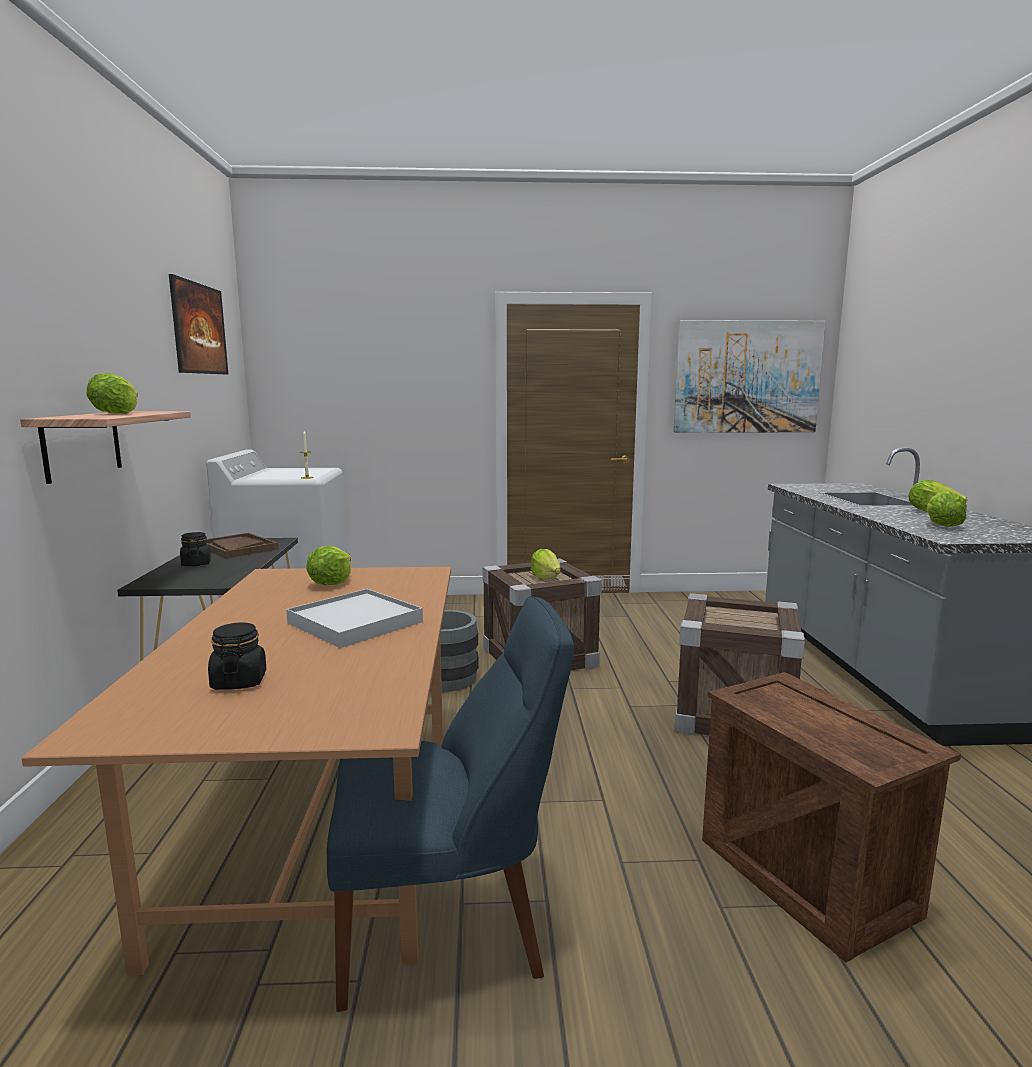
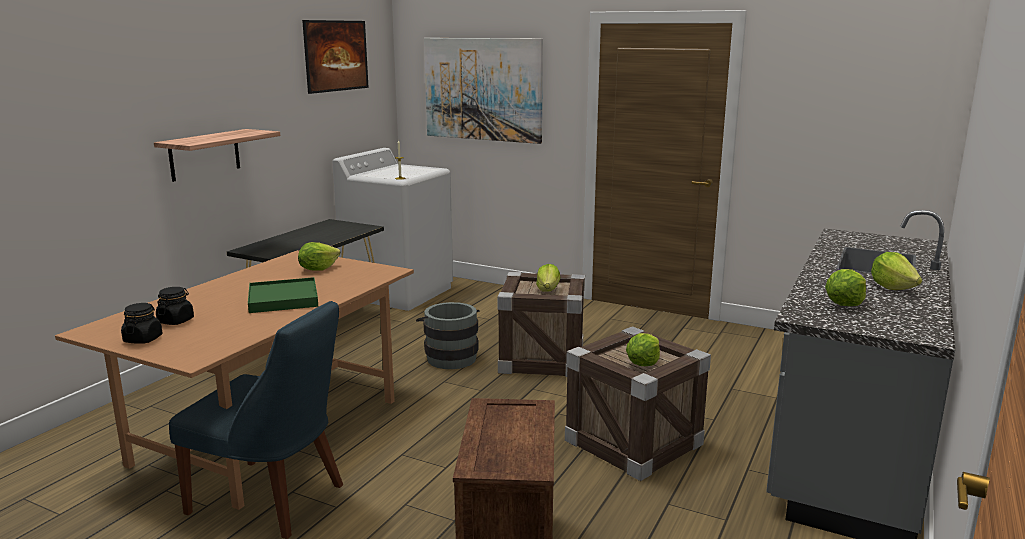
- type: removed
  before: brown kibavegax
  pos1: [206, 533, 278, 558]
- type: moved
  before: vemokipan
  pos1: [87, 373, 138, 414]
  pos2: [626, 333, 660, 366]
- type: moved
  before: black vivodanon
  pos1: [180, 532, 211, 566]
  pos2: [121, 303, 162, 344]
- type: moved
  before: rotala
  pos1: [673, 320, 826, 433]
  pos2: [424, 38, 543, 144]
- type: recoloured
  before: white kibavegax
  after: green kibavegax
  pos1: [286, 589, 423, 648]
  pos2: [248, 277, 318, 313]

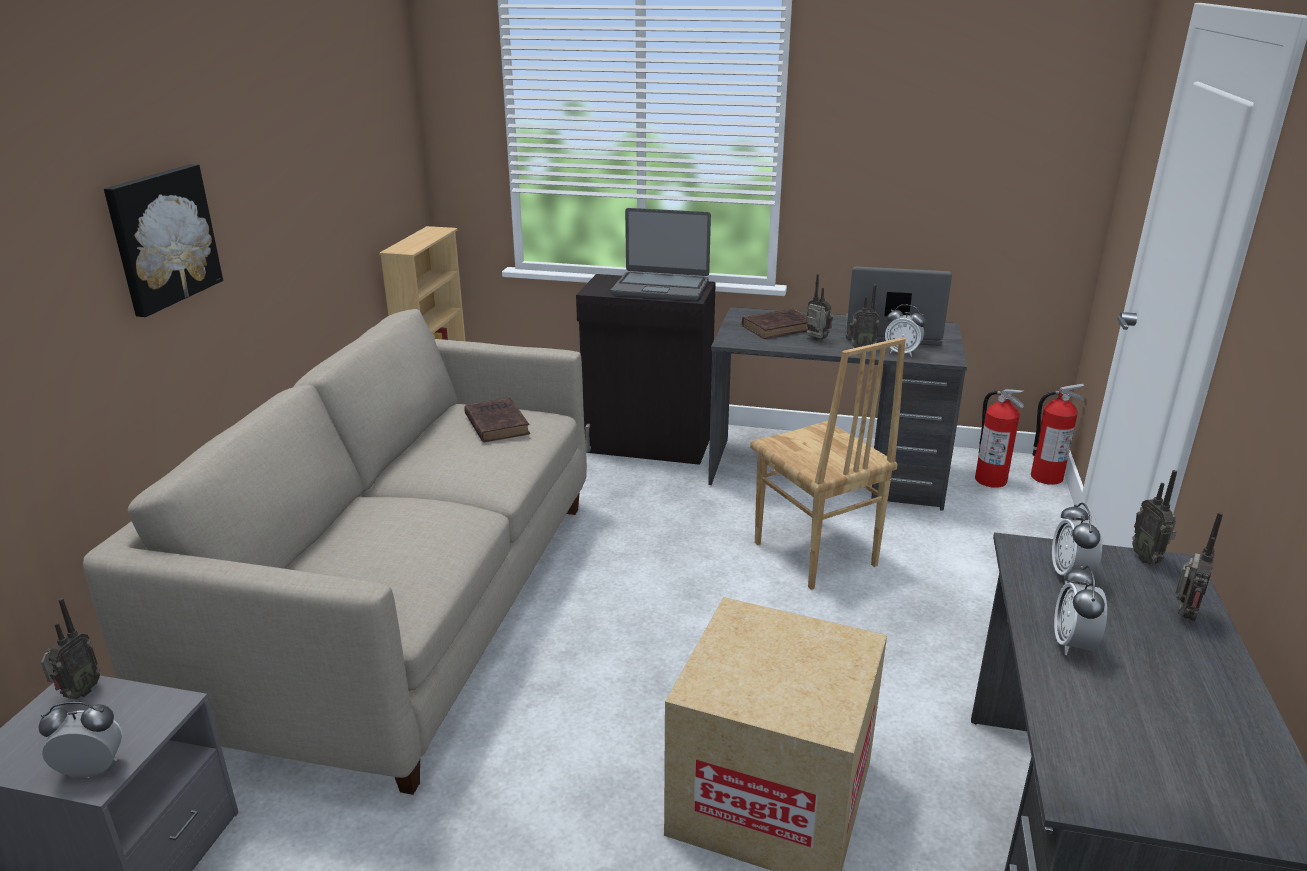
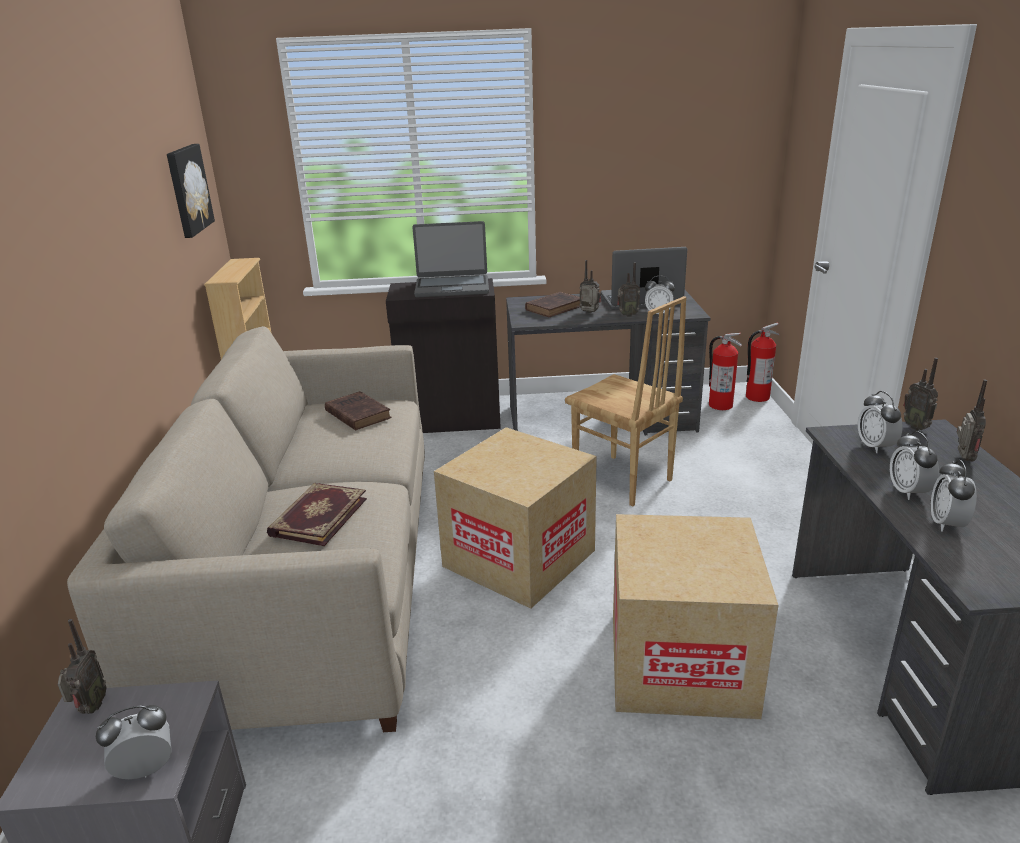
- type: added
  after: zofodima
  pos2: [267, 483, 367, 546]
- type: added
  after: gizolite
  pos2: [434, 427, 597, 609]
- type: added
  after: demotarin
  pos2: [931, 460, 977, 532]
- type: moved
  before: rotala
  pos1: [104, 164, 223, 317]
  pos2: [167, 144, 215, 238]

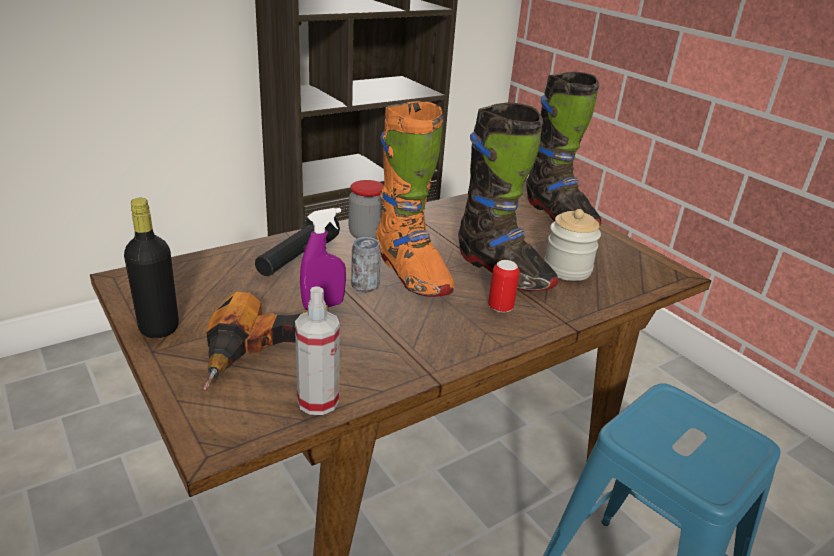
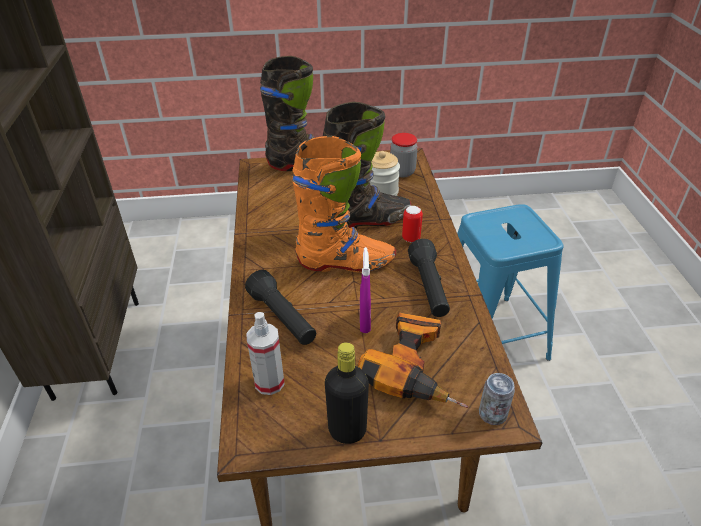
- type: added
  after: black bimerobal
  pos2: [408, 239, 450, 317]
- type: moved
  before: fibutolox
  pos1: [295, 286, 340, 415]
  pos2: [246, 312, 285, 395]
- type: moved
  before: vivodanon
  pos1: [349, 180, 384, 239]
  pos2: [390, 133, 418, 177]
- type: moved
  before: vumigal
  pos1: [351, 237, 381, 293]
  pos2: [479, 373, 515, 425]

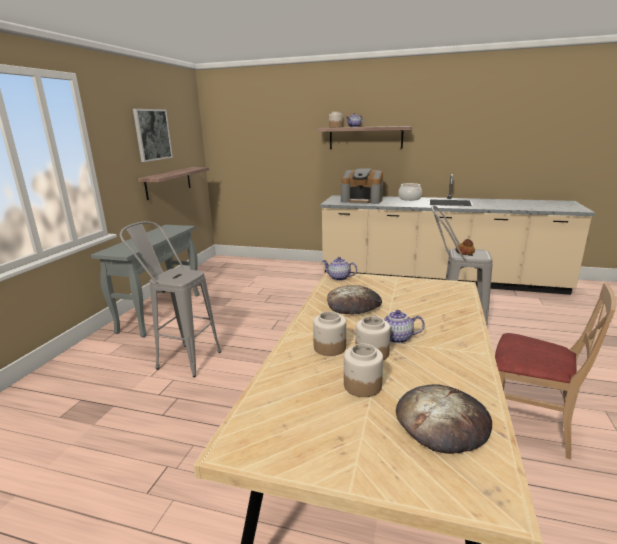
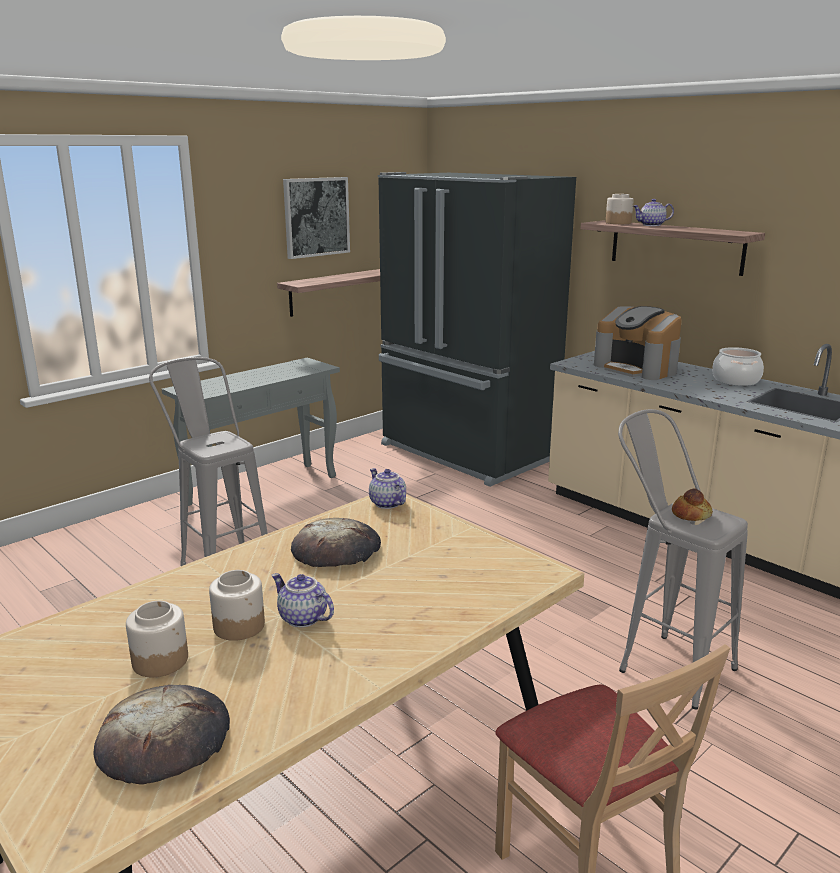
- type: removed
  before: vivodanon
  pos1: [313, 311, 346, 356]
- type: added
  after: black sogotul
  pos2: [378, 172, 576, 487]

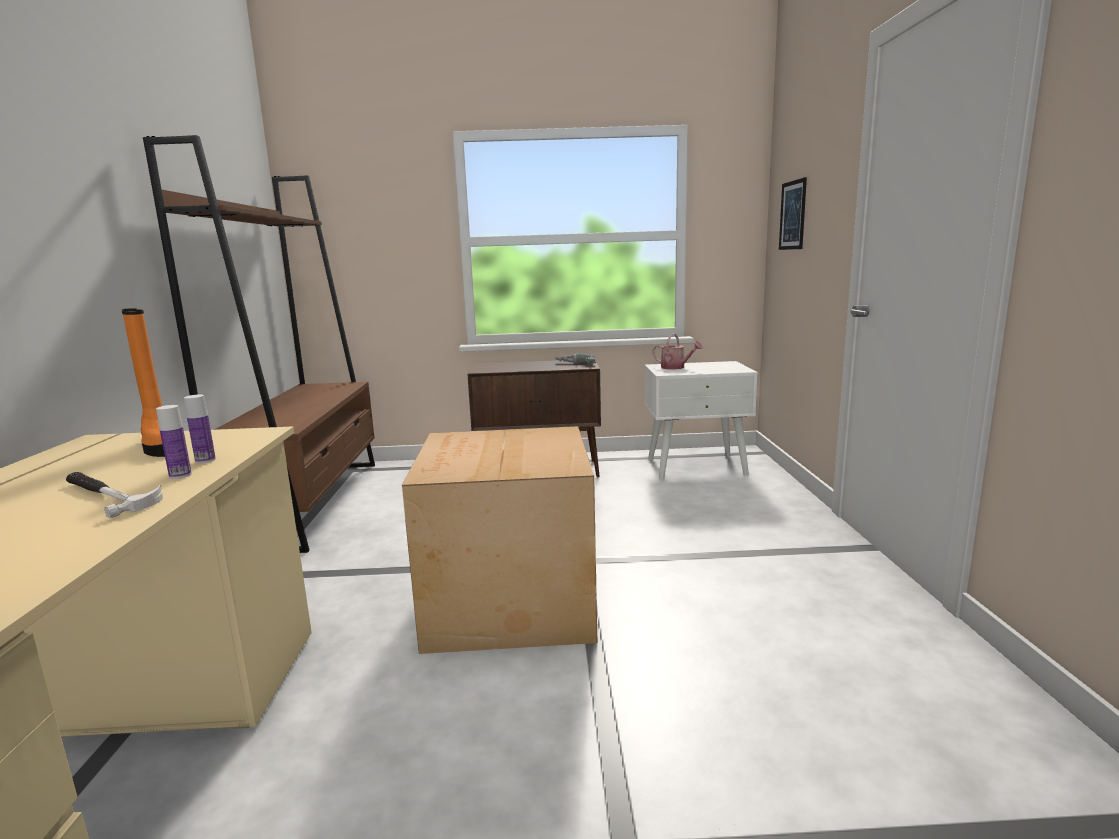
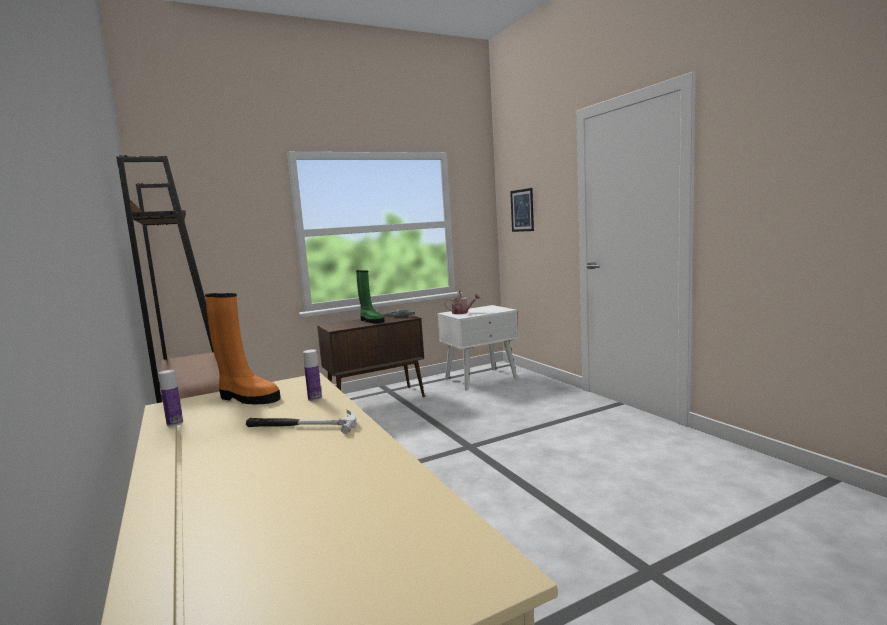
- type: removed
  before: gizolite
  pos1: [402, 426, 597, 654]
- type: added
  after: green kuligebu
  pos2: [356, 270, 384, 323]
- type: moved
  before: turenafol
  pos1: [156, 405, 192, 479]
  pos2: [159, 370, 183, 426]

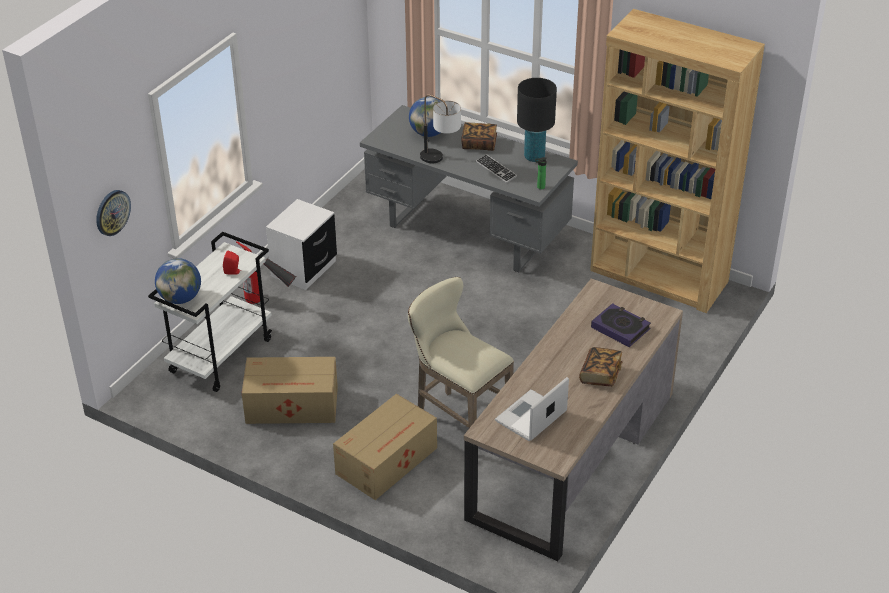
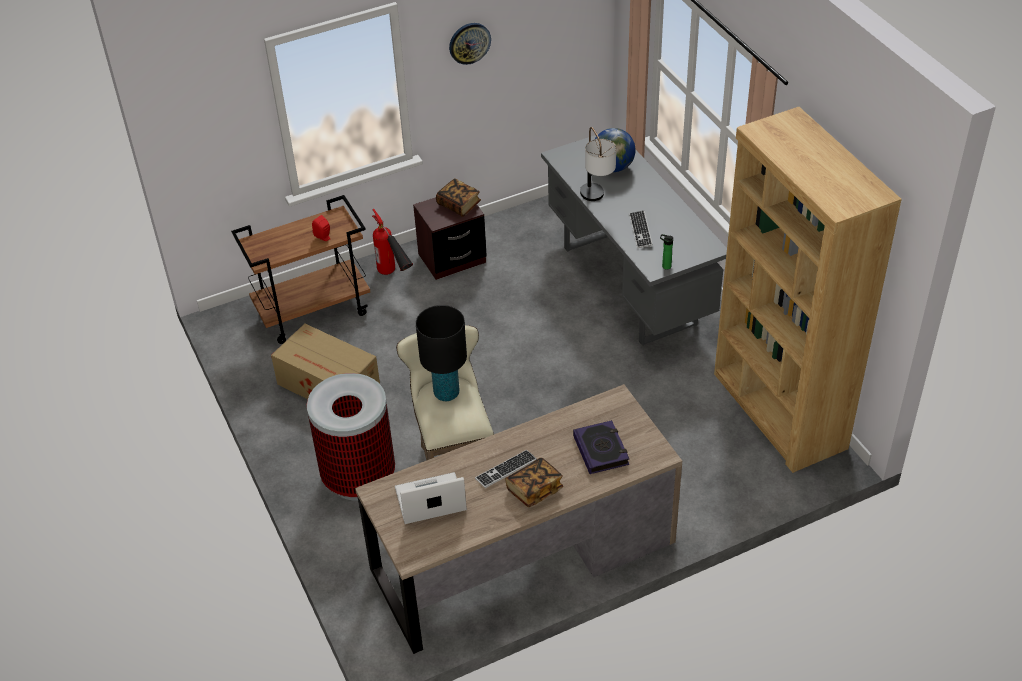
- type: removed
  before: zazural
  pos1: [155, 258, 201, 304]
- type: added
  after: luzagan
  pos2: [475, 450, 537, 488]
- type: moved
  before: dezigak
  pos1: [96, 190, 131, 236]
  pos2: [449, 23, 491, 65]
- type: moved
  before: zofodima
  pos1: [462, 122, 497, 151]
  pos2: [436, 178, 481, 217]
- type: moved
  before: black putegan
  pos1: [517, 78, 557, 162]
  pos2: [416, 305, 467, 401]
- type: replaced
  before: gizolite
  after: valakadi
  pos1: [333, 394, 437, 500]
  pos2: [307, 373, 395, 500]
- type: recoloured
  before: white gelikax
  after: brown gelikax
  pos1: [148, 232, 272, 392]
  pos2: [231, 195, 370, 344]
- type: recoloured
  before: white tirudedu
  after: brown tirudedu
  pos1: [266, 199, 337, 290]
  pos2: [413, 197, 487, 280]

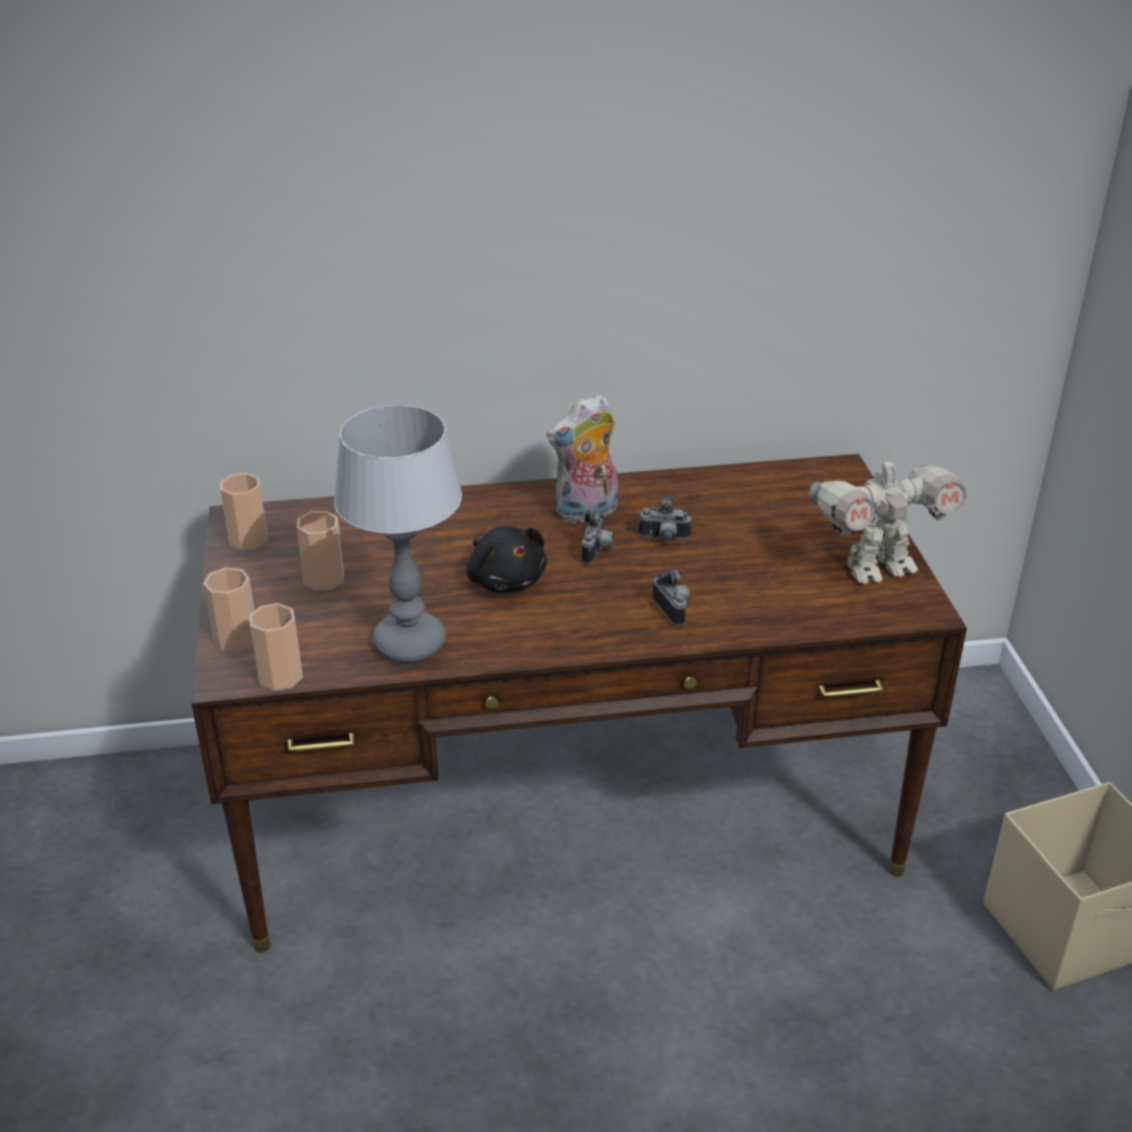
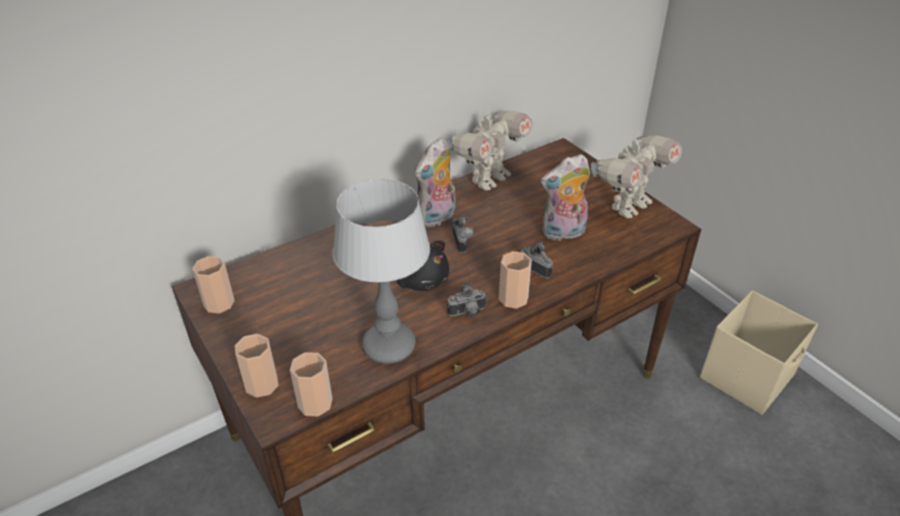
- type: added
  after: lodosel
  pos2: [446, 108, 533, 191]
- type: added
  after: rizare
  pos2: [541, 154, 590, 241]
- type: moved
  before: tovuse
  pos1: [297, 511, 344, 591]
  pos2: [499, 251, 532, 309]
- type: moved
  before: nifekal
  pos1: [639, 495, 692, 542]
  pos2: [447, 281, 487, 317]

